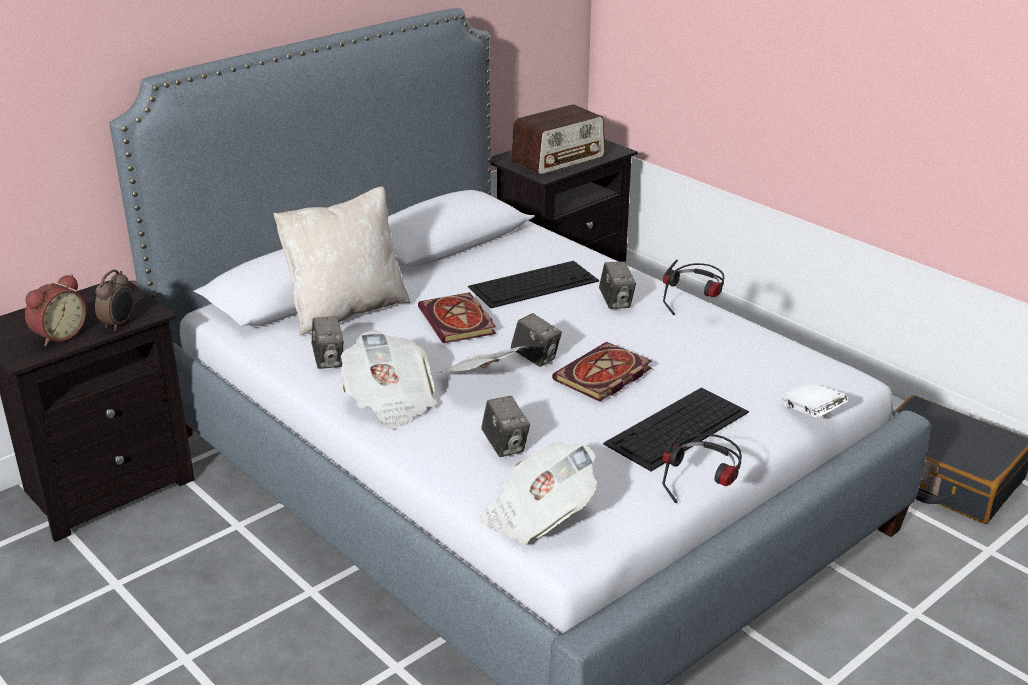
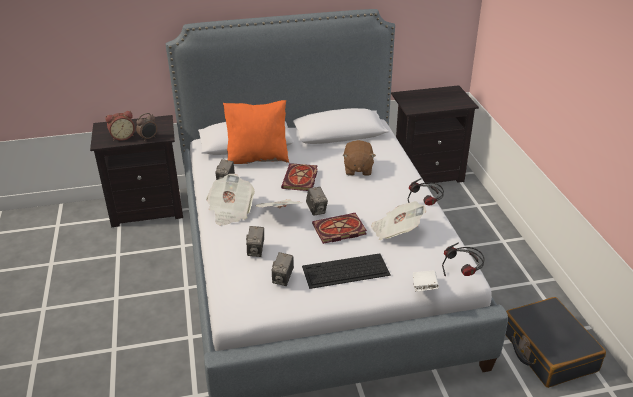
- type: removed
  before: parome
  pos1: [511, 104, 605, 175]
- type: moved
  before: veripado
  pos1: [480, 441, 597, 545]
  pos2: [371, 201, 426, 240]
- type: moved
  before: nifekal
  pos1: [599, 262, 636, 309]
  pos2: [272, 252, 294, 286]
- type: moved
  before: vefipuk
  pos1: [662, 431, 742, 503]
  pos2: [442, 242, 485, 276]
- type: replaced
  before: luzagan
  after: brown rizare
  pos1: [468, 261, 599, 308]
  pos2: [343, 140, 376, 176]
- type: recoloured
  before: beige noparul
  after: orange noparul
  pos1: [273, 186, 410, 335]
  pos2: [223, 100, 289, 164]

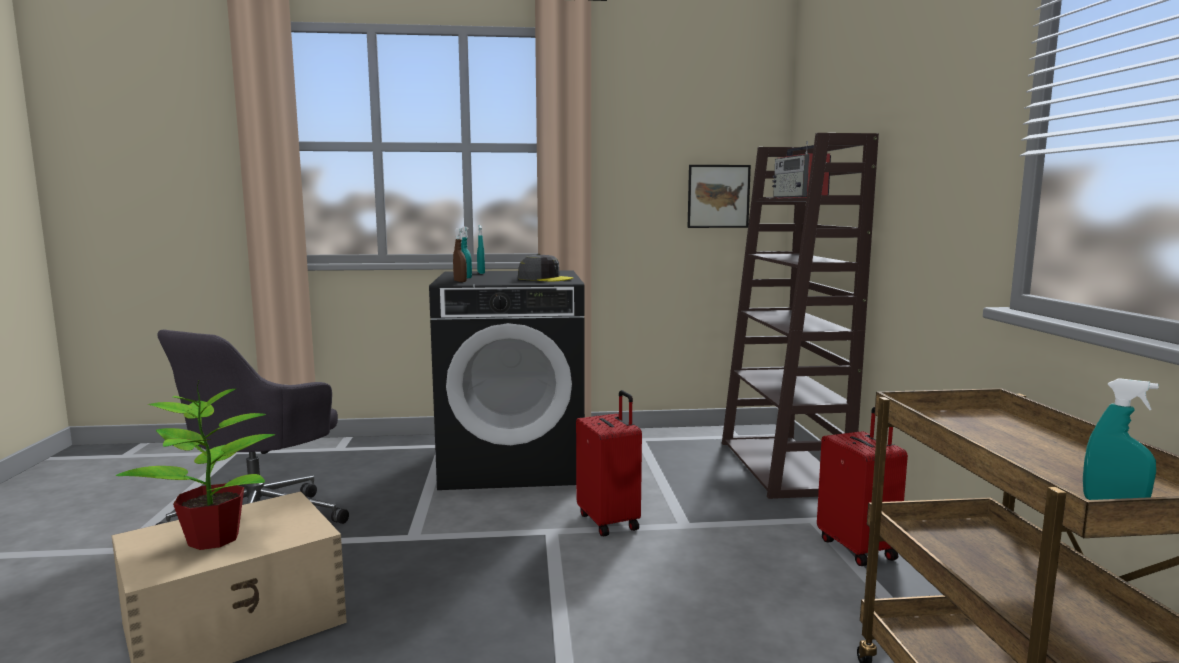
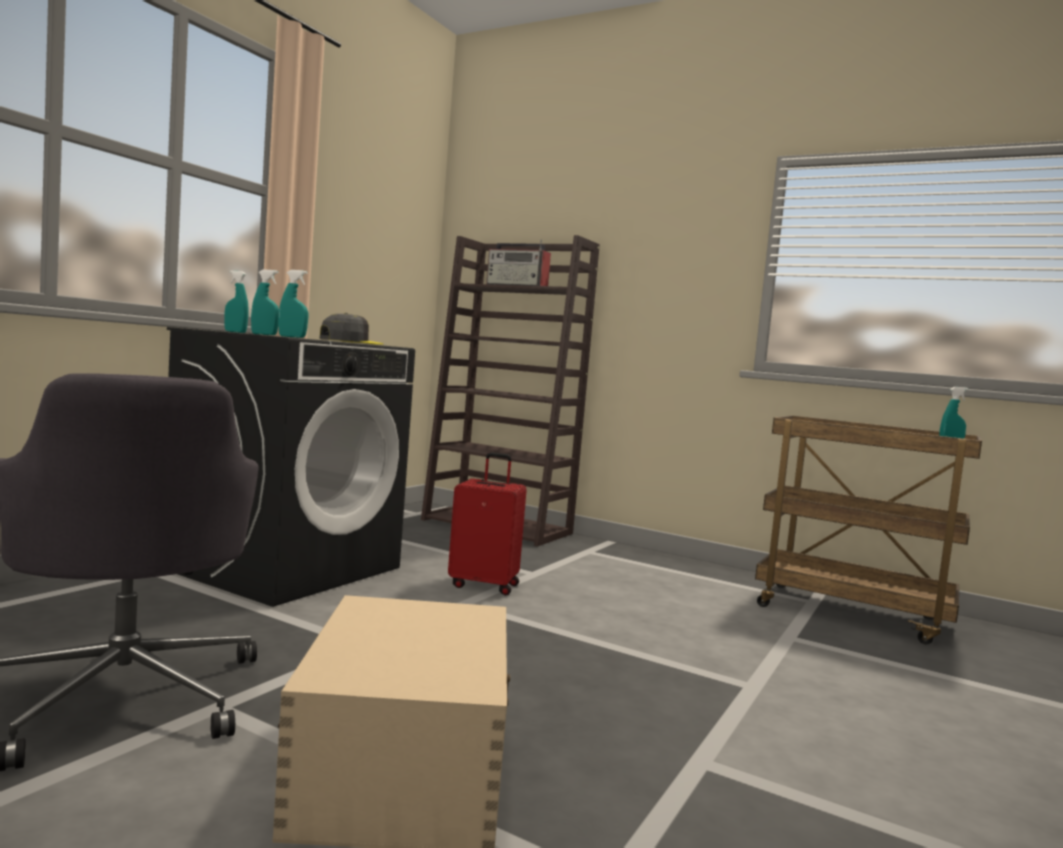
- type: removed
  before: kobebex
  pos1: [115, 379, 276, 550]
- type: removed
  before: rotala
  pos1: [687, 165, 751, 228]
- type: removed
  before: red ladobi
  pos1: [817, 407, 908, 566]
- type: recoloured
  before: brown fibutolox
  after: turquoise fibutolox
  pos1: [453, 228, 467, 282]
  pos2: [278, 270, 308, 338]

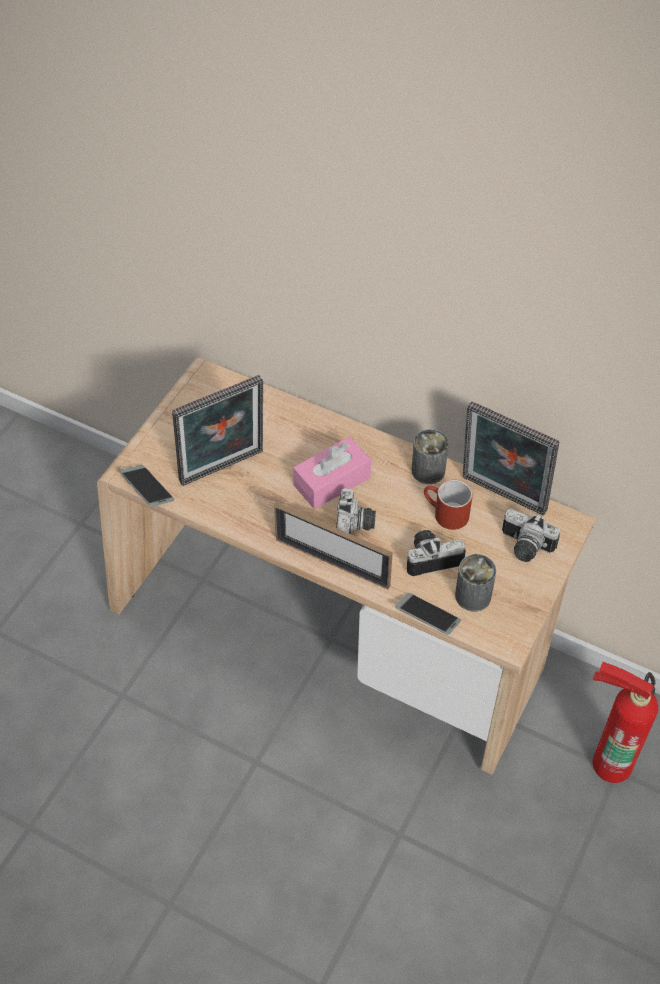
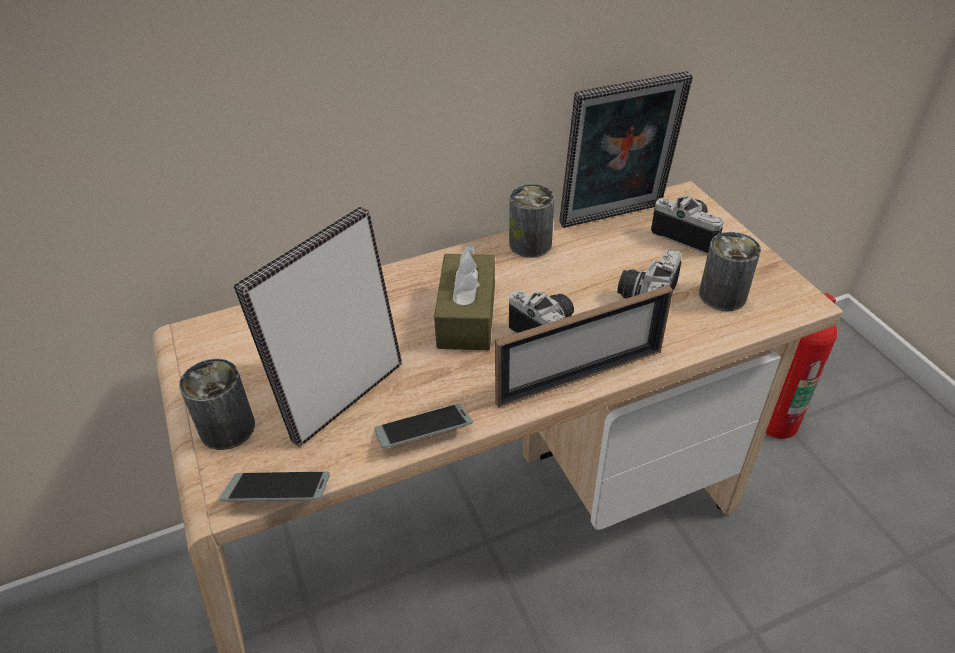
- type: removed
  before: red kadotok
  pos1: [424, 480, 473, 530]
- type: added
  after: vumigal
  pos2: [179, 359, 255, 450]
- type: moved
  before: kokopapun
  pos1: [395, 593, 461, 635]
  pos2: [374, 404, 473, 449]
- type: recoloured
  before: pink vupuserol
  after: brown vupuserol
  pos1: [293, 436, 371, 509]
  pos2: [434, 245, 495, 350]
- type: turned
  before: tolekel
  pos1: [172, 375, 263, 486]
  pos2: [233, 207, 402, 447]
  turn: -150
- type: turned
  before: nifekal
  pos1: [502, 509, 560, 562]
  pos2: [651, 196, 724, 255]
  turn: -120

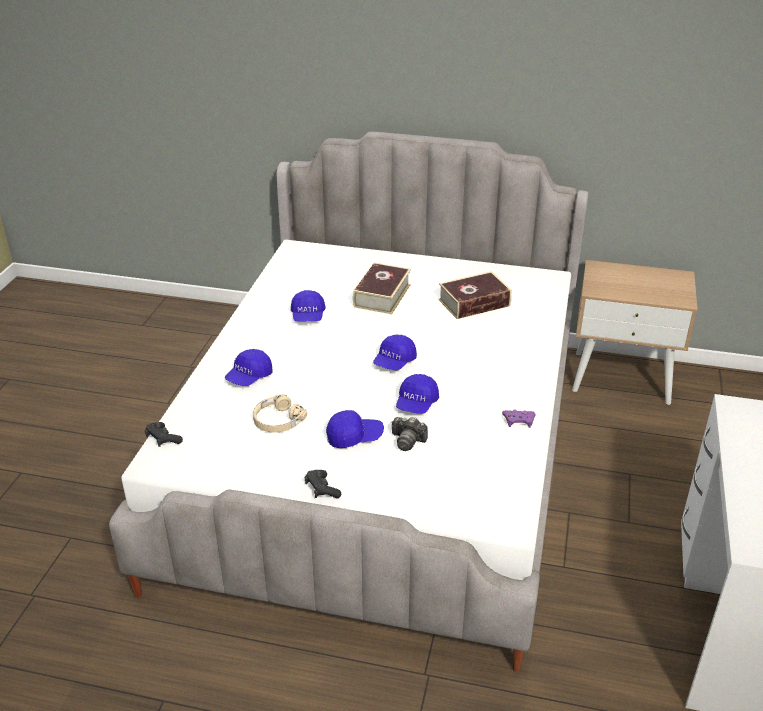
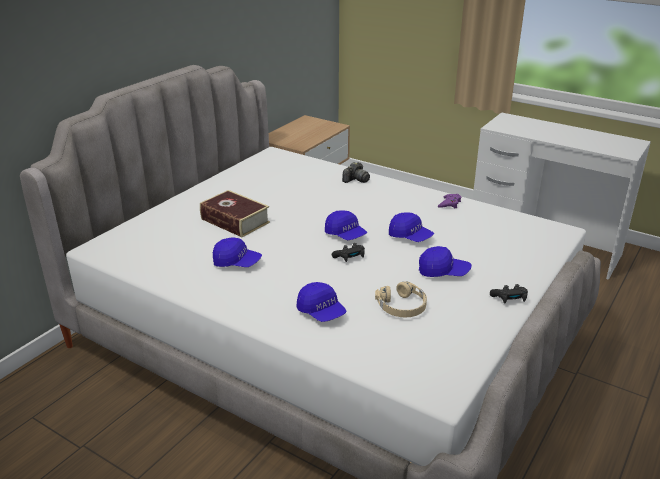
- type: removed
  before: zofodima
  pos1: [438, 271, 512, 319]
- type: moved
  before: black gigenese
  pos1: [145, 422, 183, 447]
  pos2: [332, 243, 365, 262]
- type: moved
  before: nifekal
  pos1: [392, 417, 428, 451]
  pos2: [342, 162, 370, 183]
- type: turned
  before: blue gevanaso
  pos1: [326, 410, 384, 448]
  pos2: [419, 246, 472, 277]
  turn: 90

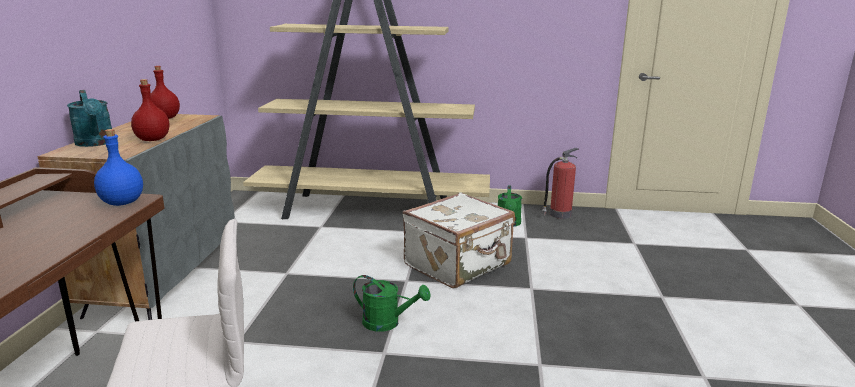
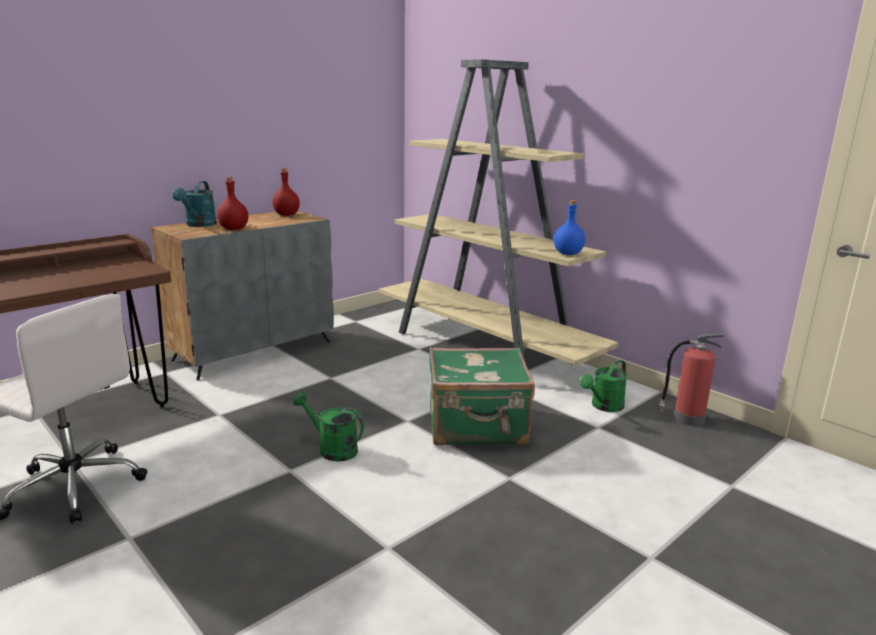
- type: moved
  before: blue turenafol
  pos1: [94, 129, 143, 206]
  pos2: [554, 200, 585, 255]
- type: recoloured
  before: white ladobi
  after: green ladobi
  pos1: [403, 192, 515, 288]
  pos2: [429, 347, 535, 445]
- type: turned
  before: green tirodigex
  pos1: [353, 275, 431, 332]
  pos2: [293, 392, 364, 461]
  turn: 150

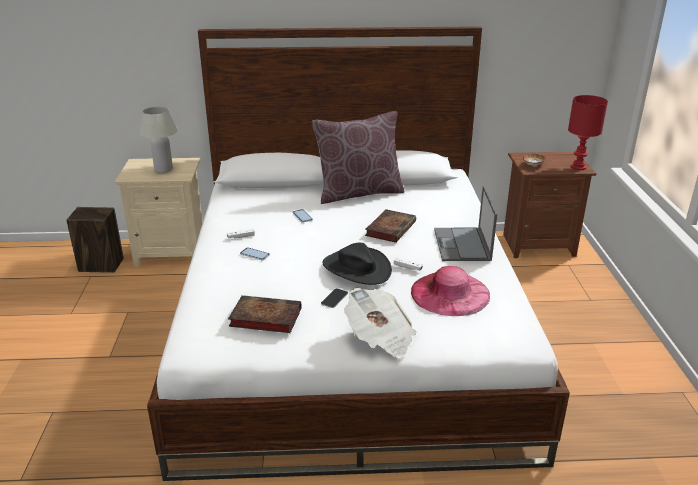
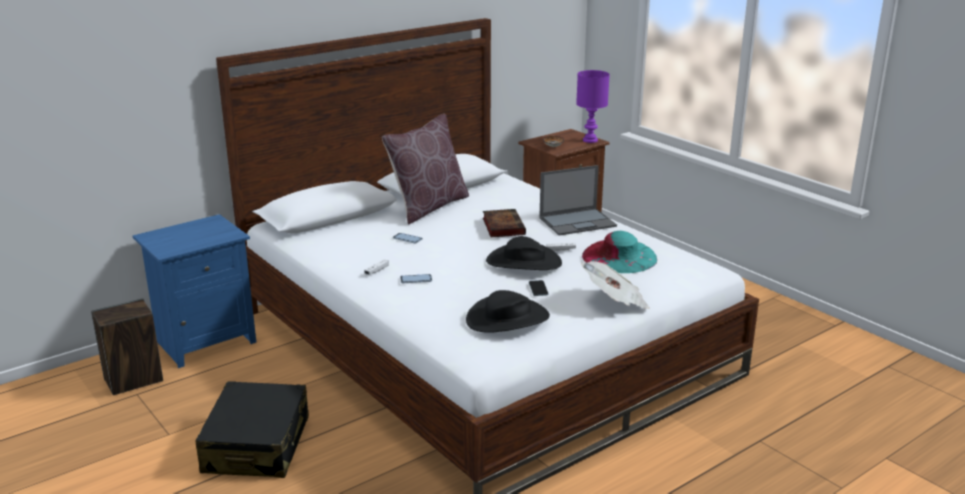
- type: removed
  before: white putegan
  pos1: [139, 107, 178, 173]
- type: added
  after: black ladobi
  pos2: [195, 381, 309, 478]
- type: replaced
  before: zofodima
  after: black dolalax
  pos1: [228, 295, 301, 333]
  pos2: [466, 290, 550, 333]
- type: recoloured
  before: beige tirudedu
  after: blue tirudedu
  pos1: [115, 158, 203, 267]
  pos2: [132, 214, 256, 368]
- type: recoloured
  before: pink dolalax
  after: turquoise dolalax
  pos1: [411, 266, 490, 316]
  pos2: [582, 231, 657, 273]
- type: recoloured
  before: red putegan
  after: purple putegan
  pos1: [568, 95, 608, 170]
  pos2: [576, 70, 610, 143]
- type: turned
  before: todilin
  pos1: [434, 186, 497, 261]
  pos2: [539, 165, 617, 236]
  turn: -75

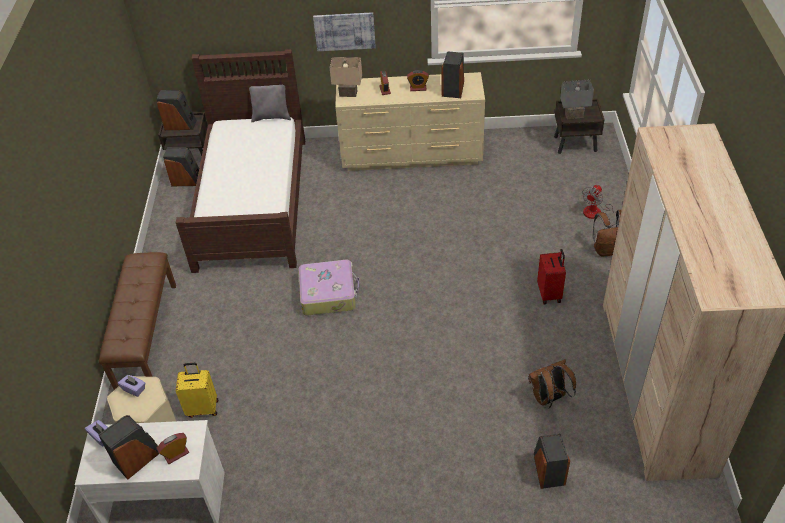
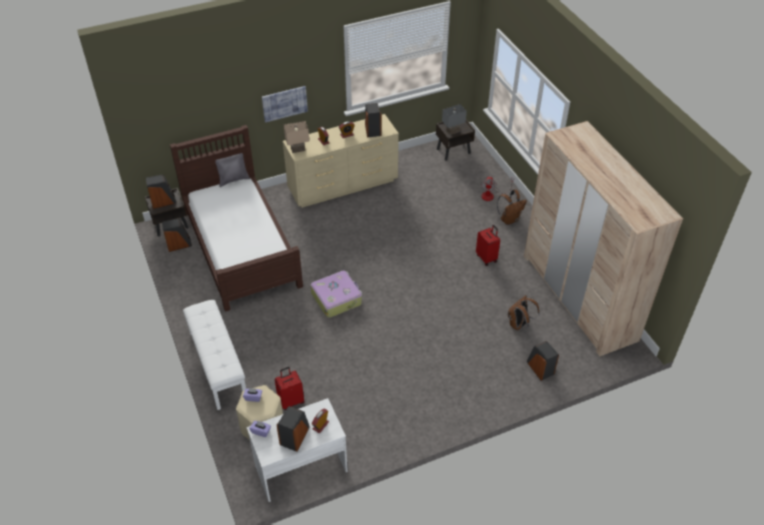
- type: recoloured
  before: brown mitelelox
  after: white mitelelox
  pos1: [99, 252, 176, 390]
  pos2: [183, 300, 246, 410]
- type: recoloured
  before: yellow ladobi
  after: red ladobi
  pos1: [176, 363, 218, 418]
  pos2: [275, 367, 304, 410]

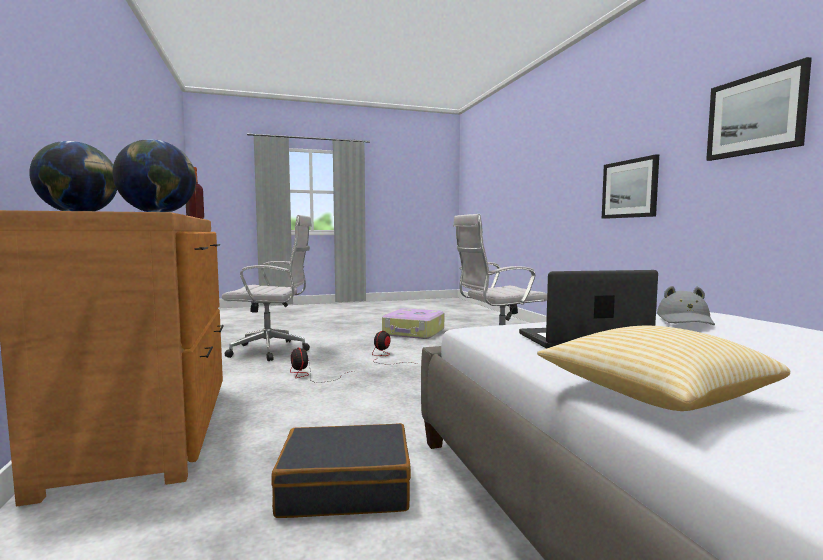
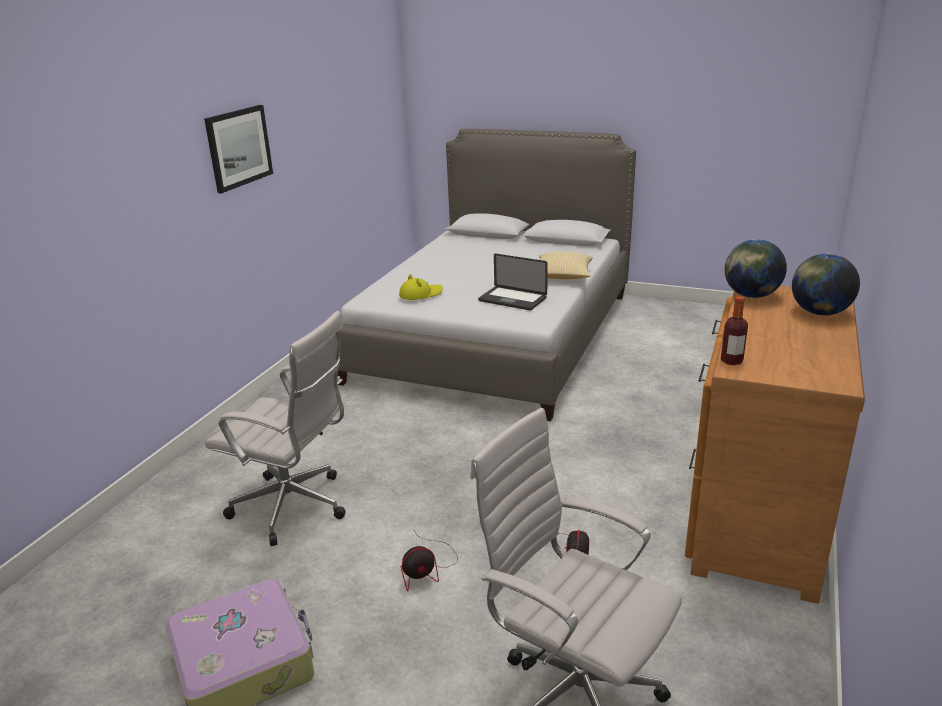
- type: removed
  before: black ladobi
  pos1: [271, 423, 411, 518]
- type: removed
  before: rotala
  pos1: [602, 154, 659, 219]
- type: recoloured
  before: grey dolalax
  after: yellow dolalax
  pos1: [657, 286, 715, 325]
  pos2: [399, 274, 443, 300]

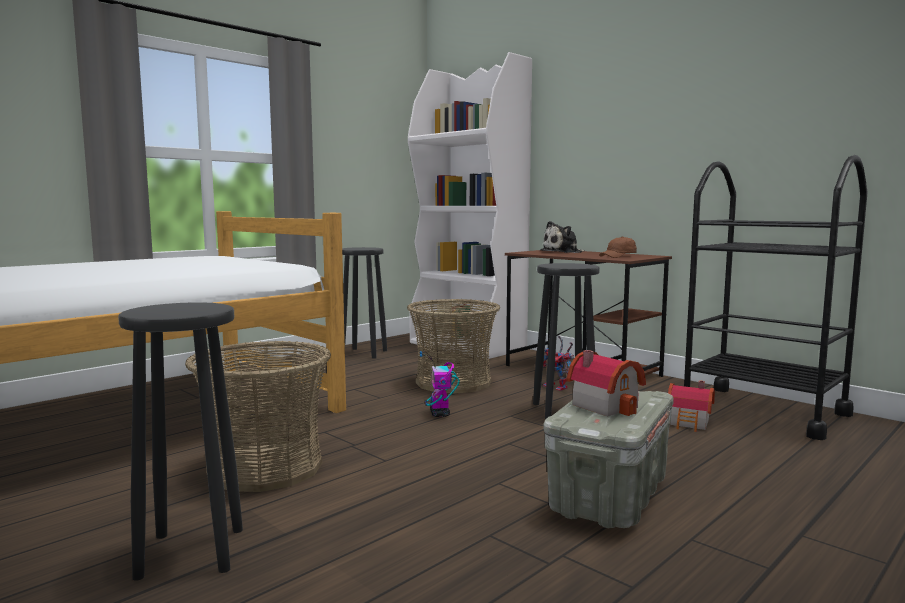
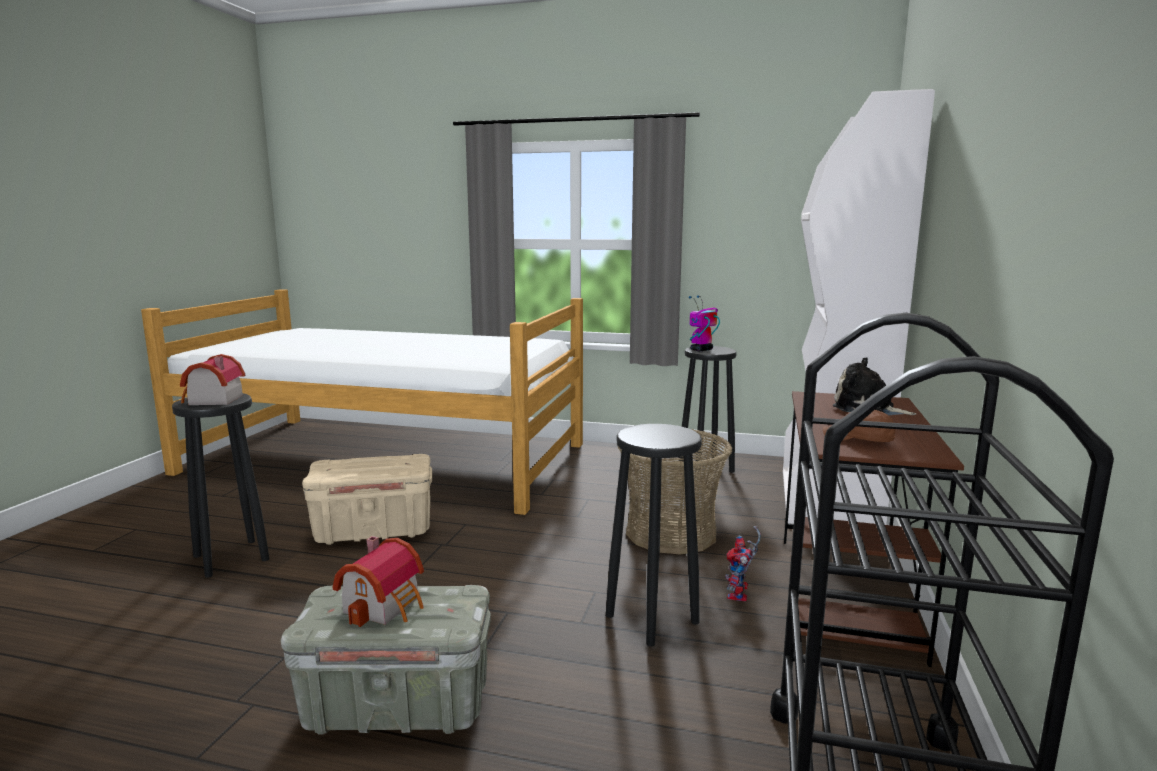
- type: moved
  before: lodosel
  pos1: [420, 351, 460, 417]
  pos2: [689, 296, 720, 352]
- type: moved
  before: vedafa
  pos1: [668, 380, 715, 432]
  pos2: [180, 354, 246, 405]
- type: replaced
  before: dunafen
  after: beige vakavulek
  pos1: [185, 341, 331, 492]
  pos2: [302, 454, 432, 545]

